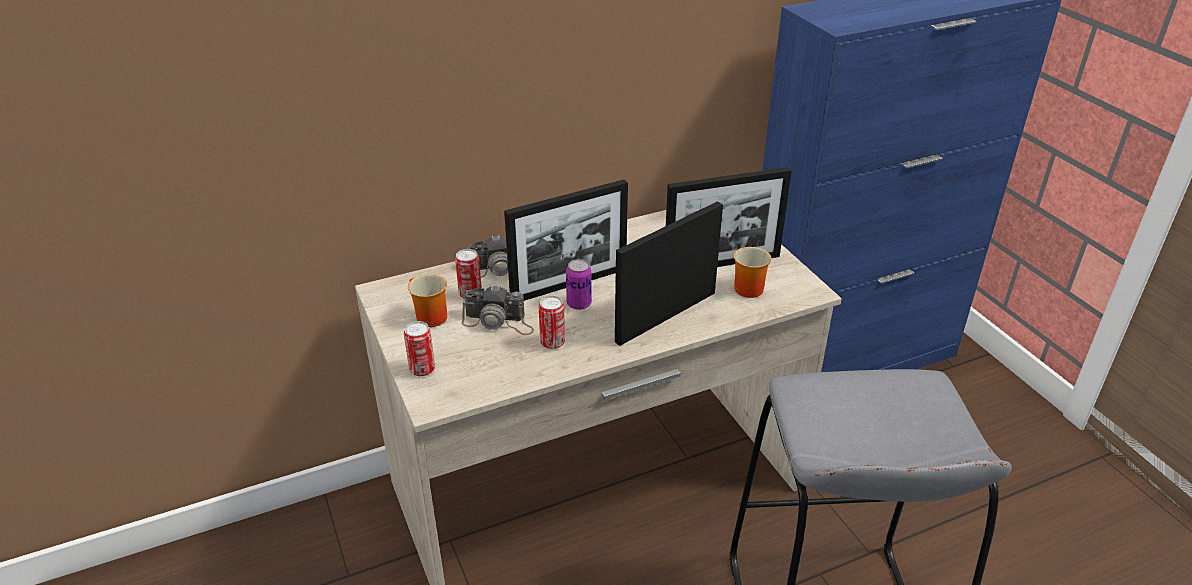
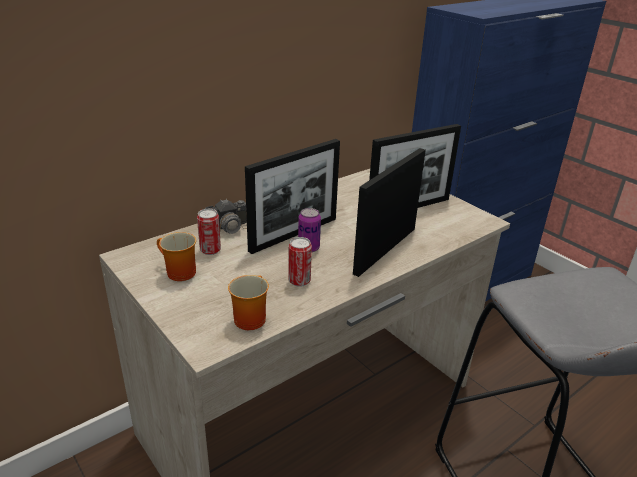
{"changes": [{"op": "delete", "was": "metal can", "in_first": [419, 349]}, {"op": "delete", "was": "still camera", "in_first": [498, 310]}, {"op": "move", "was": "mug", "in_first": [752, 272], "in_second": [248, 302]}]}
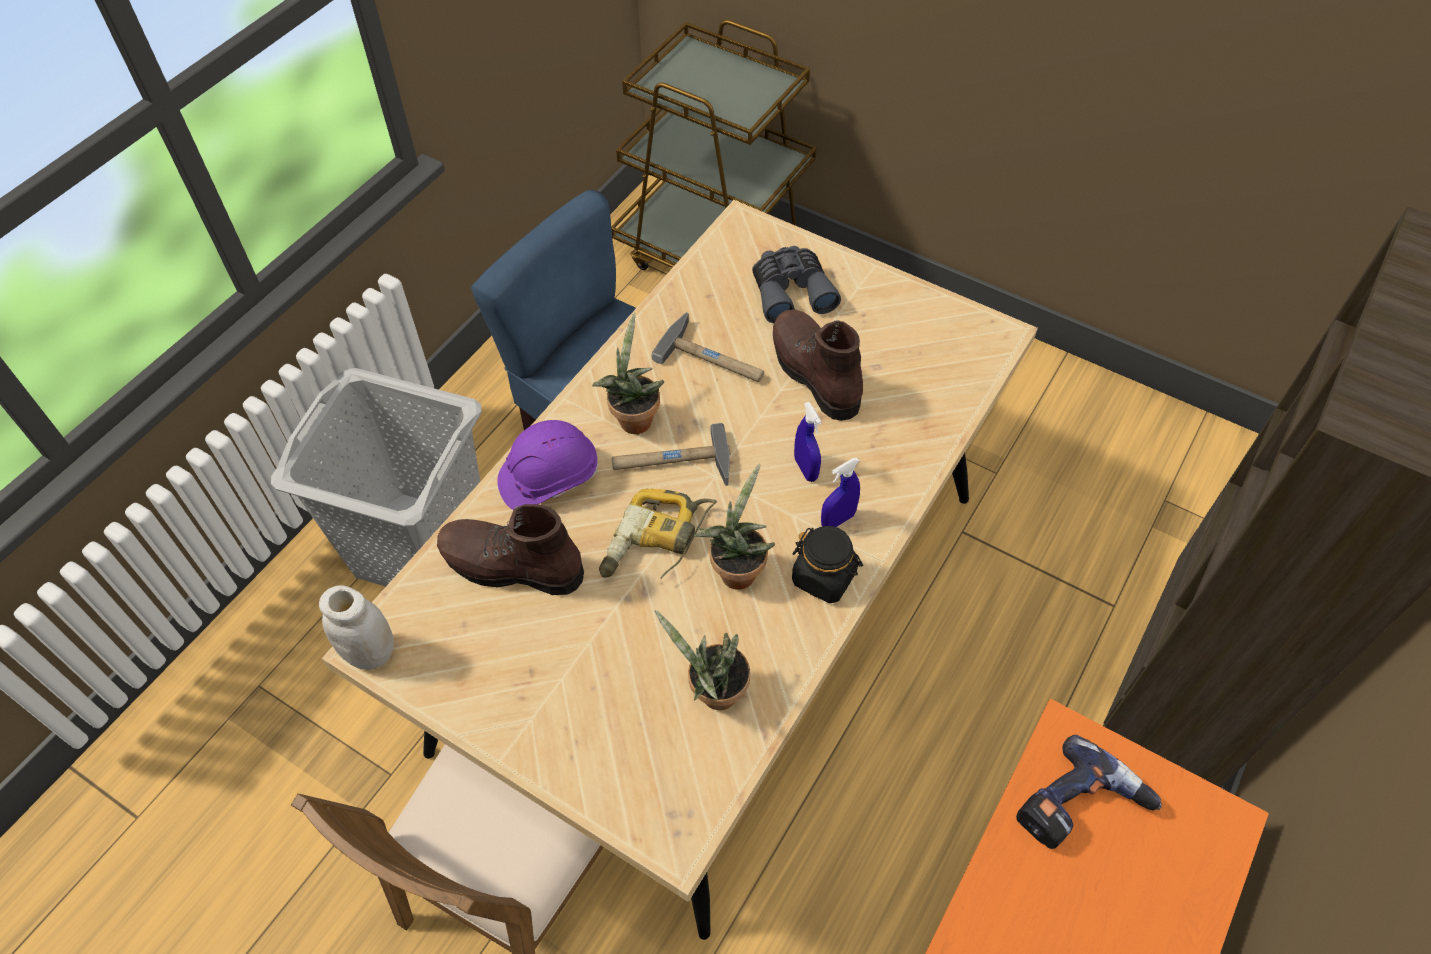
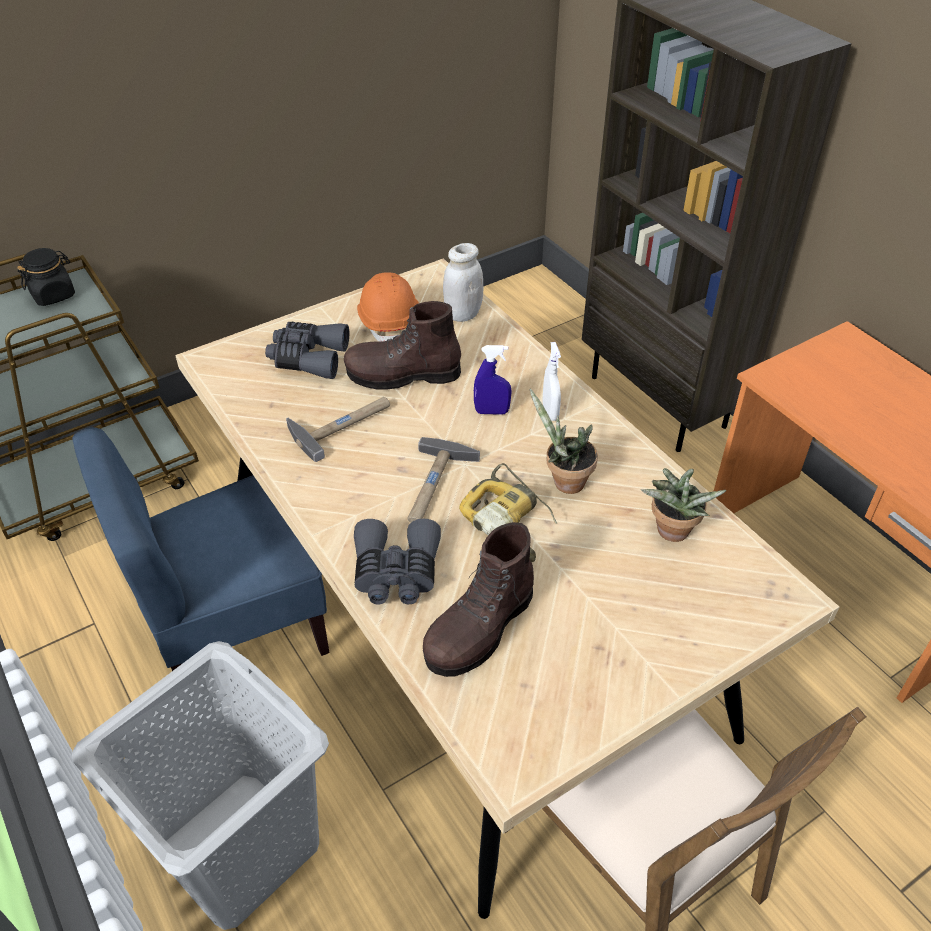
{"changes": [{"op": "delete", "was": "potted plant", "in_first": [628, 373]}, {"op": "delete", "was": "drill", "in_first": [1089, 792]}, {"op": "insert", "now": "orangey work helmet", "in_second": [388, 306]}, {"op": "move", "was": "white jar", "in_first": [356, 627], "in_second": [463, 282]}, {"op": "move", "was": "blackish jar", "in_first": [827, 564], "in_second": [46, 277]}, {"op": "replace", "was": "purple-coloured work helmet", "now": "greyish binoculars", "in_first": [547, 465], "in_second": [397, 561]}, {"op": "recolor", "was": "blue-coloured hand sprayer", "now": "white hand sprayer", "in_first": [840, 492], "in_second": [551, 381]}]}
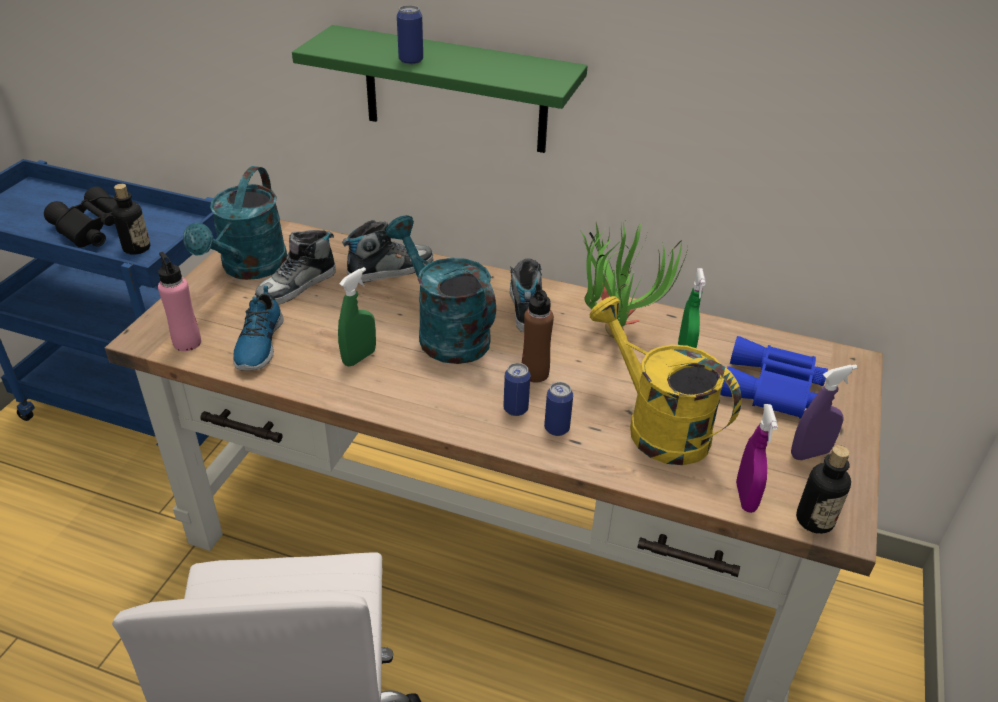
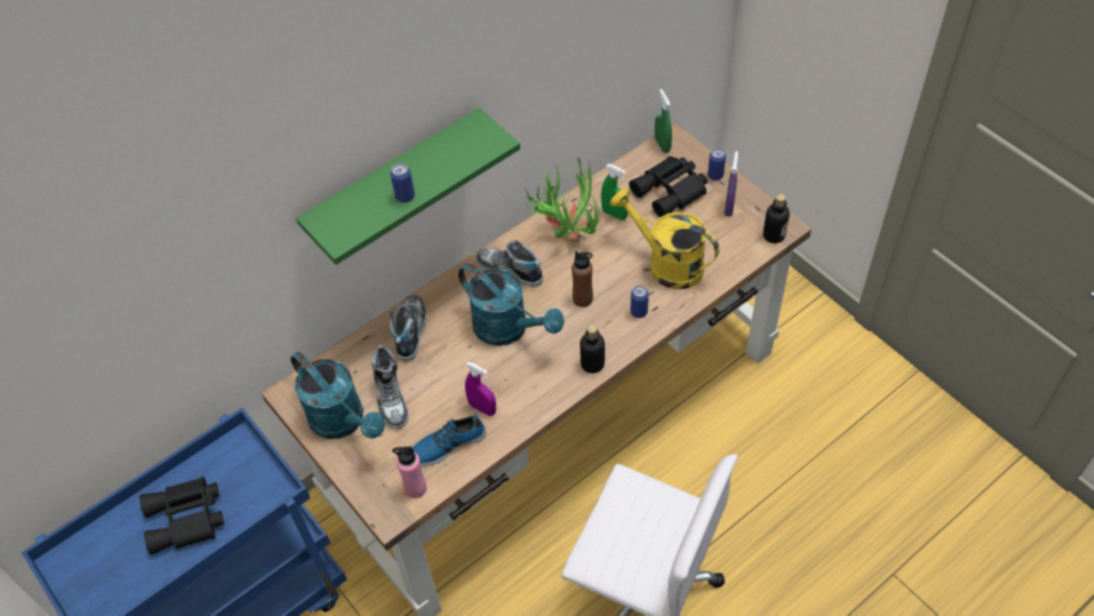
{"changes": [{"op": "move", "was": "drink bottle", "in_first": [131, 219], "in_second": [592, 349]}, {"op": "move", "was": "green-coloured hand sprayer", "in_first": [357, 317], "in_second": [663, 121]}, {"op": "move", "was": "metal can", "in_first": [516, 389], "in_second": [717, 164]}, {"op": "move", "was": "purple-coloured hand sprayer", "in_first": [757, 458], "in_second": [480, 389]}, {"op": "recolor", "was": "blue-coloured binoculars", "now": "blackish binoculars", "in_first": [774, 377], "in_second": [668, 187]}, {"op": "rotate", "was": "low shoe", "in_first": [258, 328], "in_second": [449, 440], "clockwise": 120}, {"op": "rotate", "was": "blue-green watering pot", "in_first": [441, 289], "in_second": [511, 304], "clockwise": -135}, {"op": "rotate", "was": "yellow watering pot", "in_first": [666, 380], "in_second": [664, 239], "clockwise": 45}]}
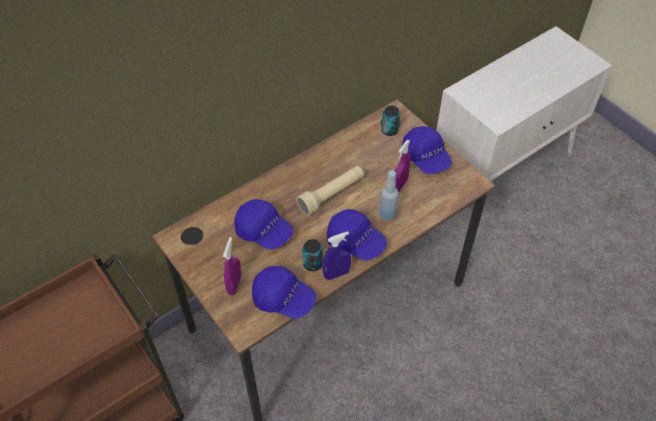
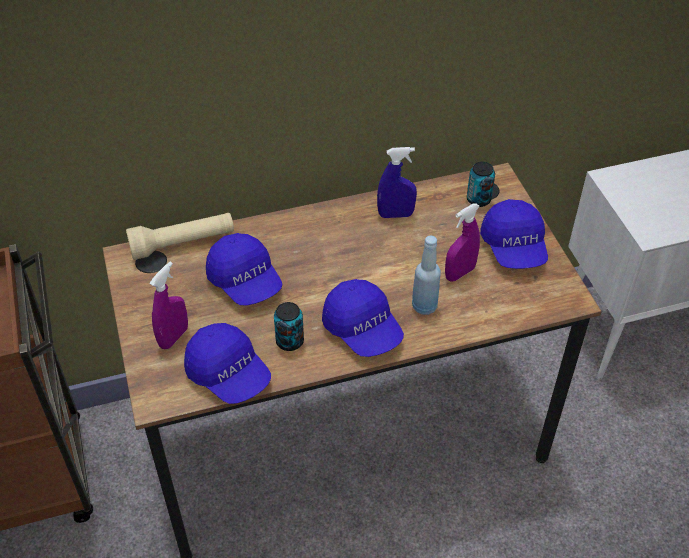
{"changes": [{"op": "move", "was": "sand-coloured flashlight", "in_first": [330, 191], "in_second": [180, 236]}, {"op": "move", "was": "blue-coloured hand sprayer", "in_first": [336, 255], "in_second": [397, 182]}]}
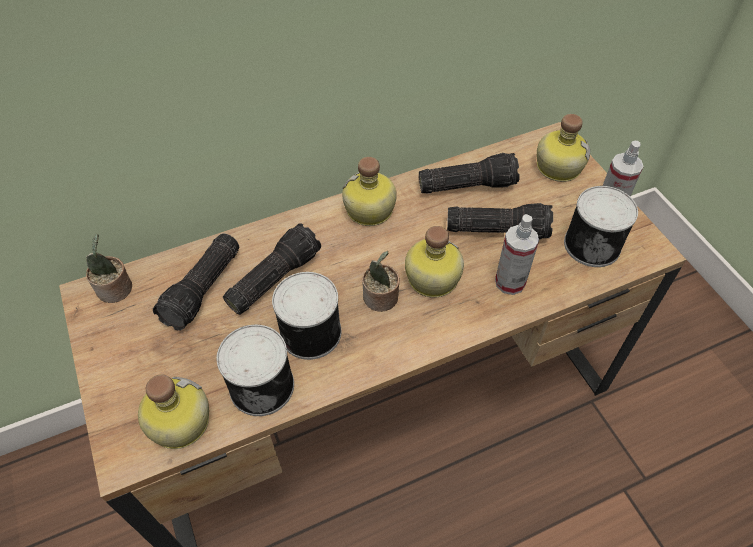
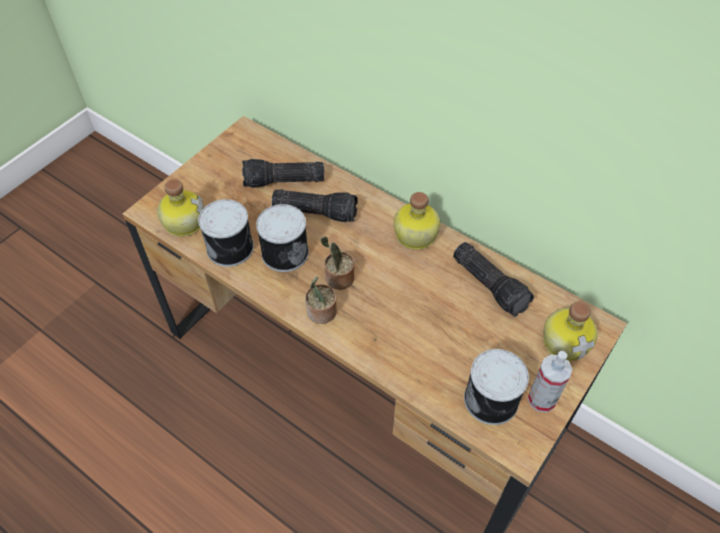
{"changes": [{"op": "delete", "was": "drink bottle", "in_first": [434, 262]}, {"op": "delete", "was": "flashlight", "in_first": [500, 221]}, {"op": "delete", "was": "hand sprayer", "in_first": [517, 254]}, {"op": "move", "was": "potted plant", "in_first": [109, 268], "in_second": [321, 300]}]}
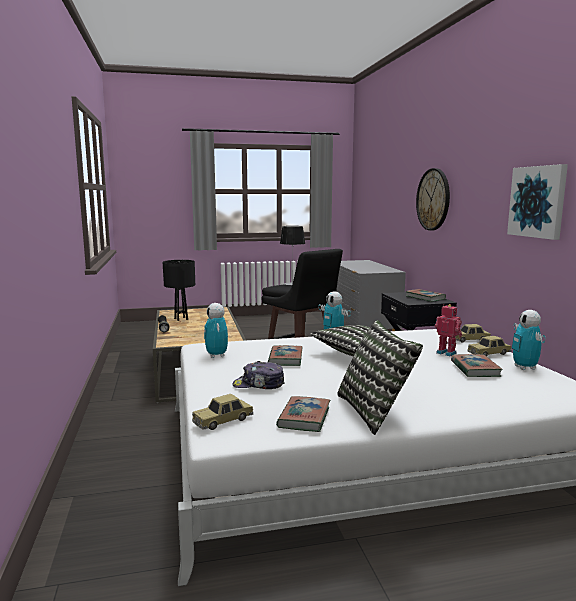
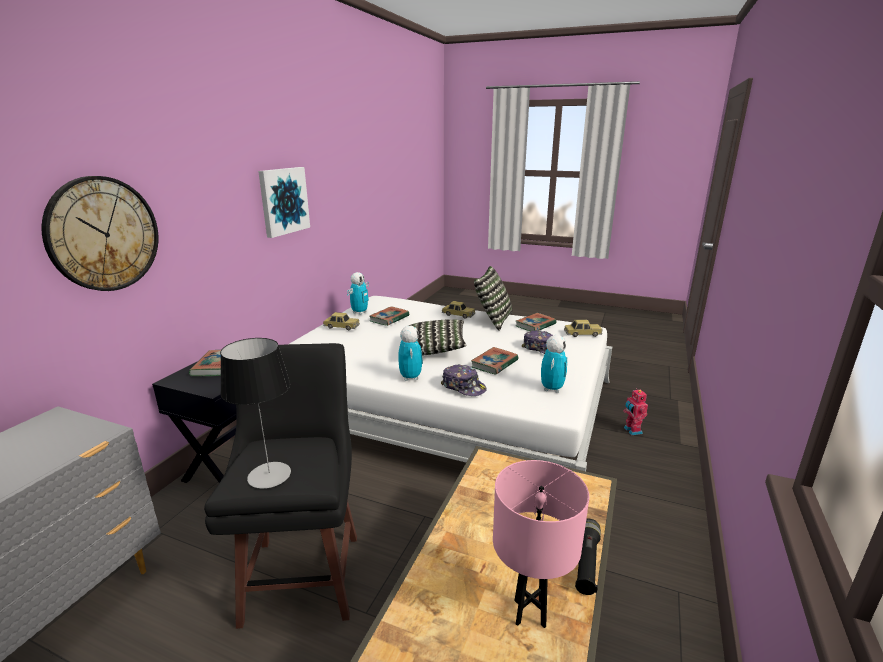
{"changes": [{"op": "insert", "now": "baseball cap", "in_second": [464, 380]}, {"op": "move", "was": "toy robot", "in_first": [448, 330], "in_second": [635, 411]}, {"op": "move", "was": "toy car", "in_first": [473, 333], "in_second": [458, 310]}, {"op": "recolor", "was": "blackish table lamp", "now": "pink table lamp", "in_first": [179, 290], "in_second": [541, 544]}]}
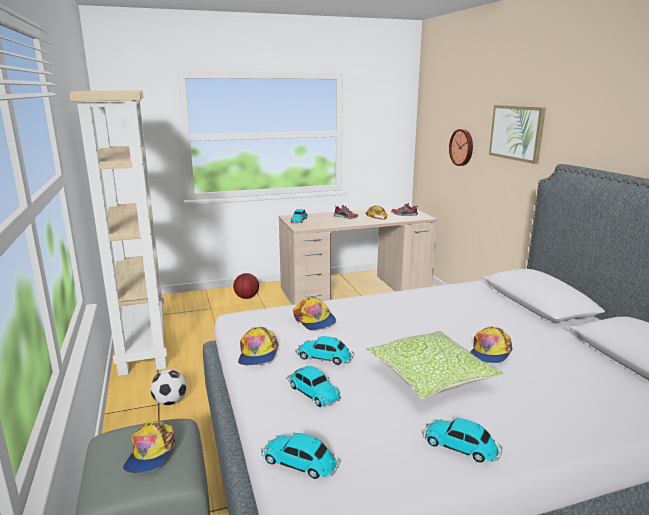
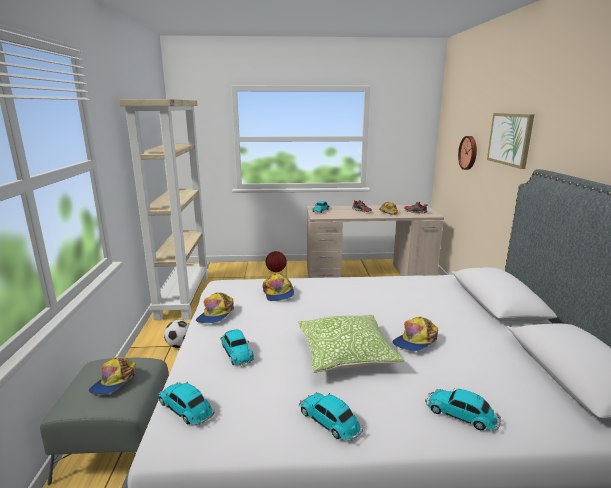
{"changes": [{"op": "move", "was": "toy car", "in_first": [325, 350], "in_second": [463, 410]}]}
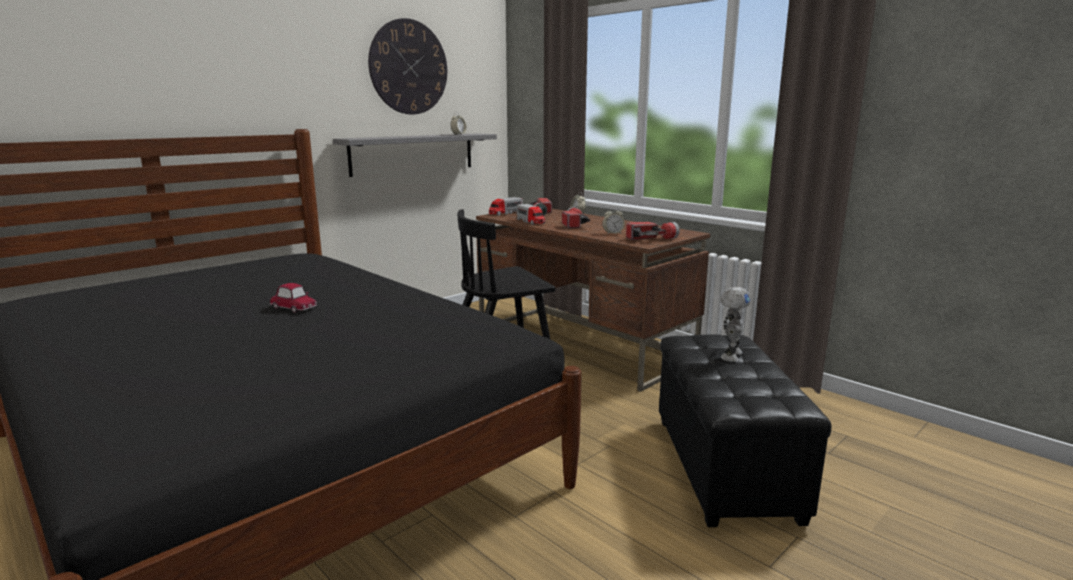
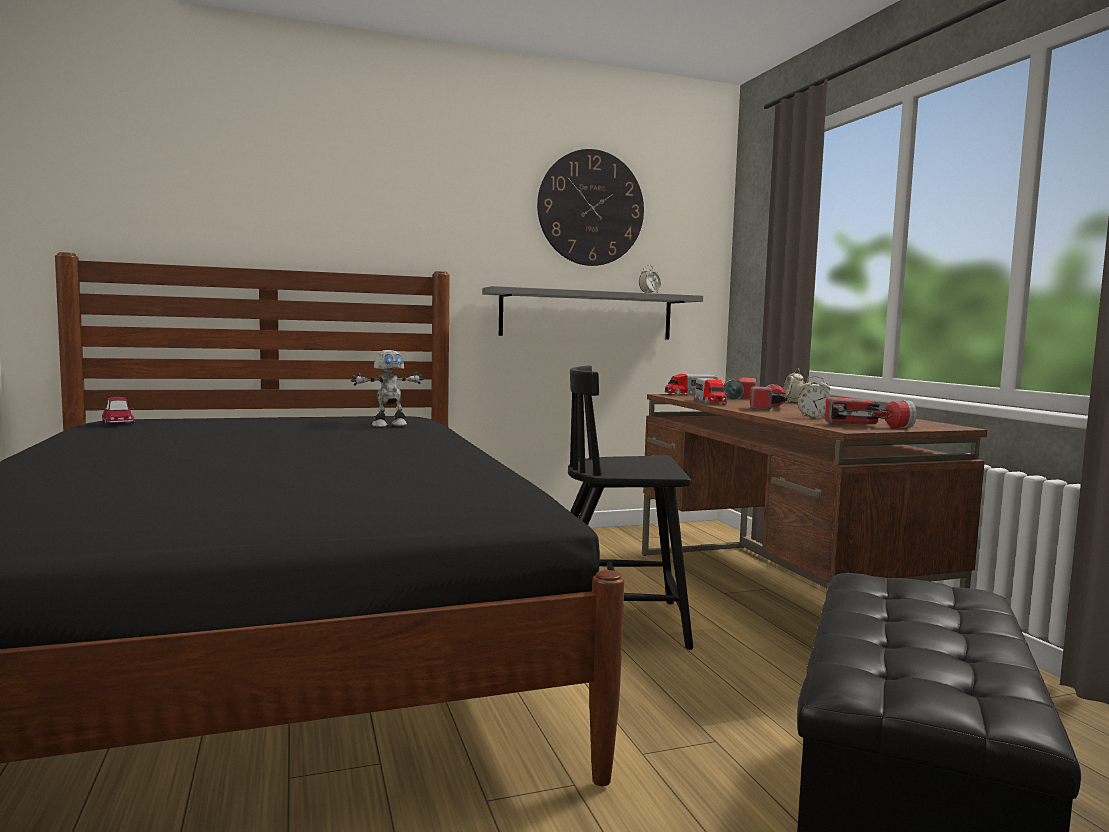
{"changes": [{"op": "move", "was": "toy car", "in_first": [293, 298], "in_second": [118, 411]}, {"op": "move", "was": "toy robot", "in_first": [735, 324], "in_second": [387, 388]}]}
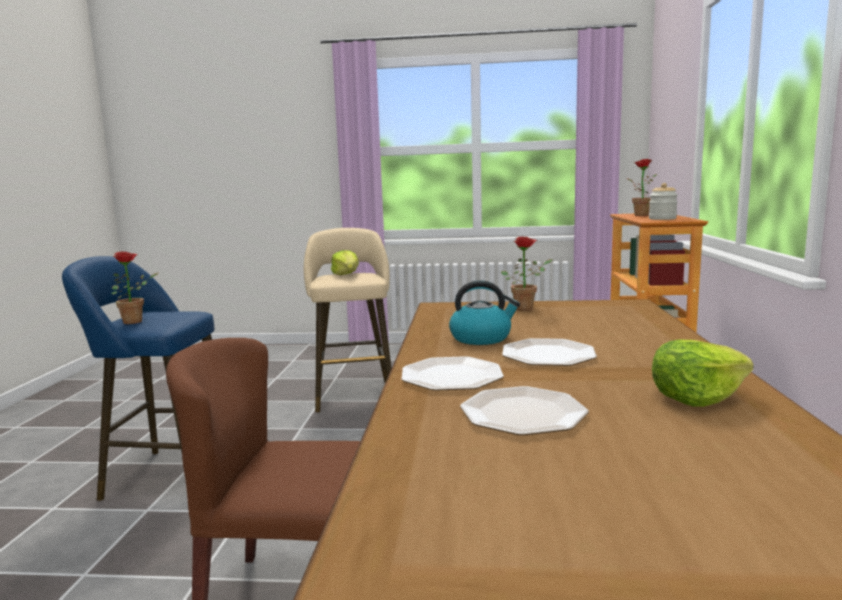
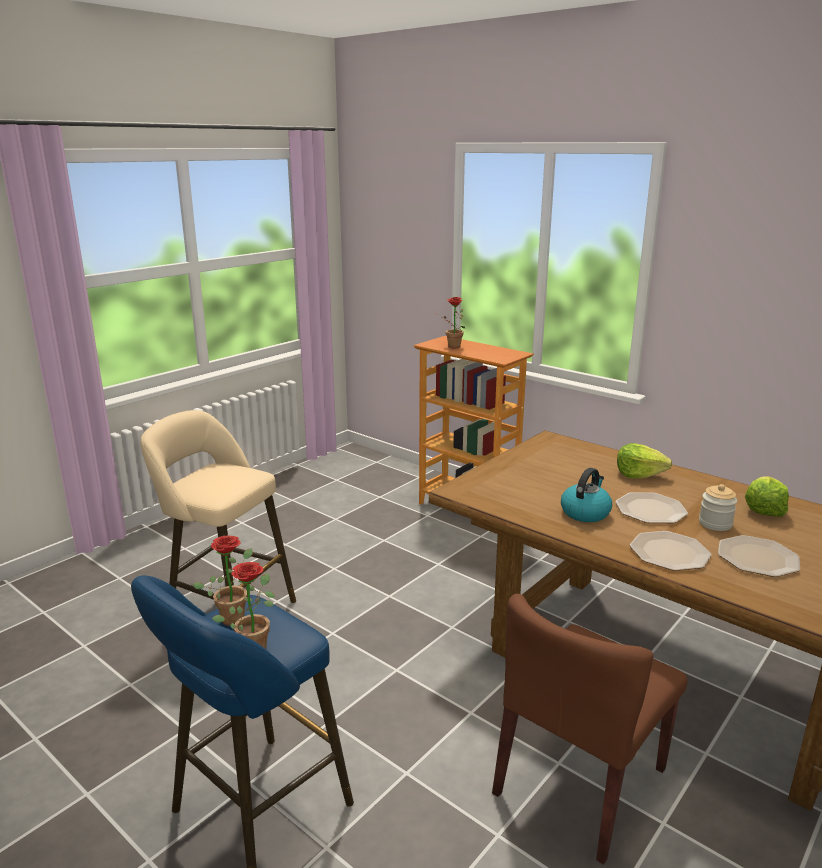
{"changes": [{"op": "move", "was": "lettuce", "in_first": [345, 262], "in_second": [644, 460]}, {"op": "move", "was": "potted plant", "in_first": [527, 273], "in_second": [222, 581]}, {"op": "move", "was": "jar", "in_first": [663, 201], "in_second": [718, 507]}]}
